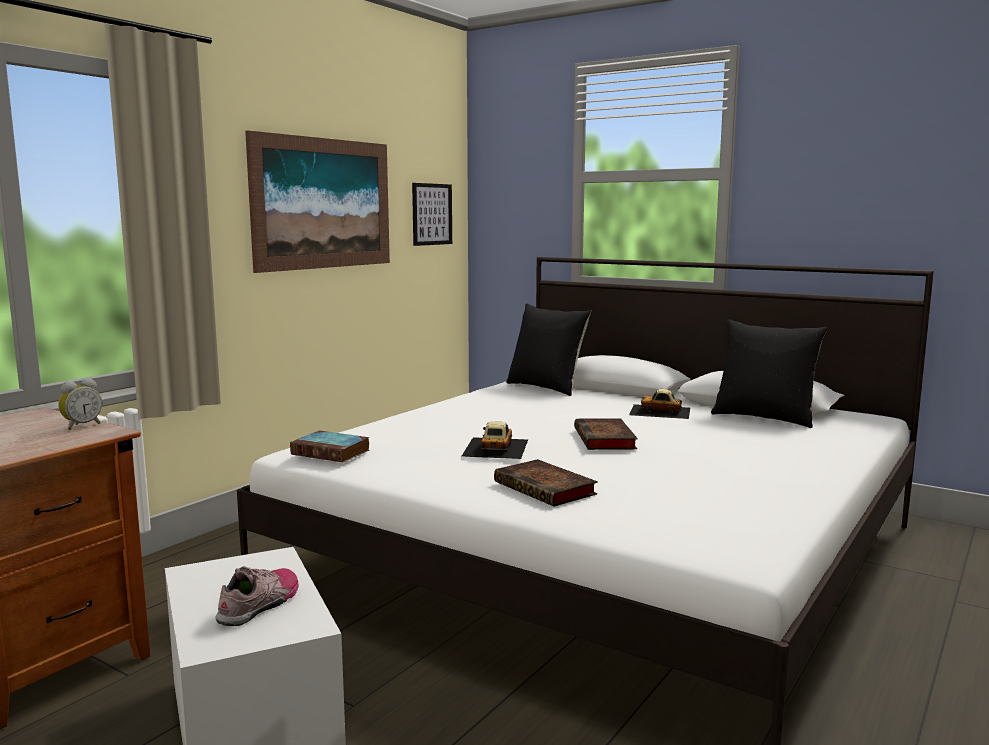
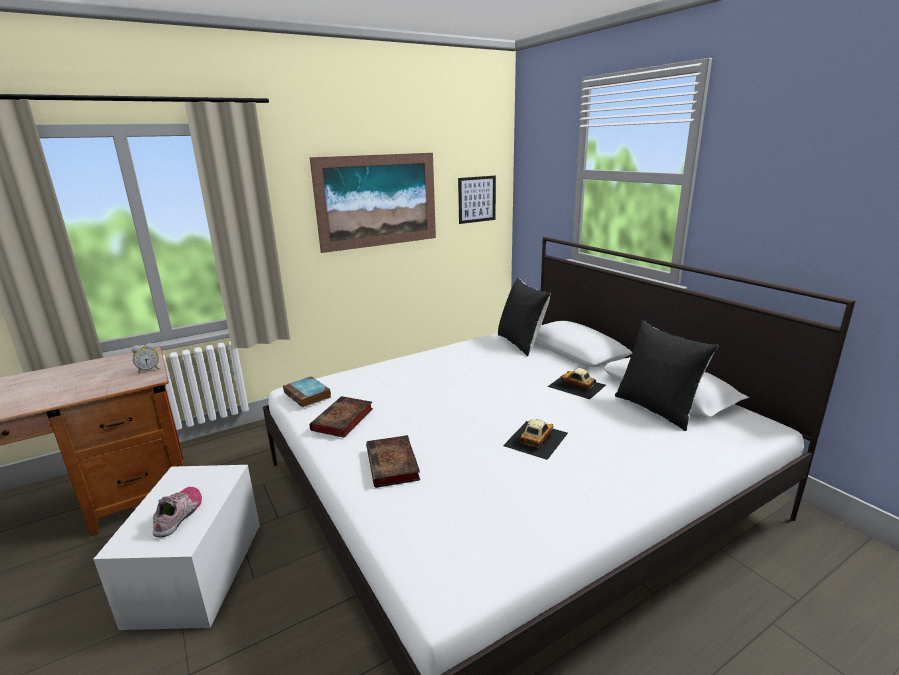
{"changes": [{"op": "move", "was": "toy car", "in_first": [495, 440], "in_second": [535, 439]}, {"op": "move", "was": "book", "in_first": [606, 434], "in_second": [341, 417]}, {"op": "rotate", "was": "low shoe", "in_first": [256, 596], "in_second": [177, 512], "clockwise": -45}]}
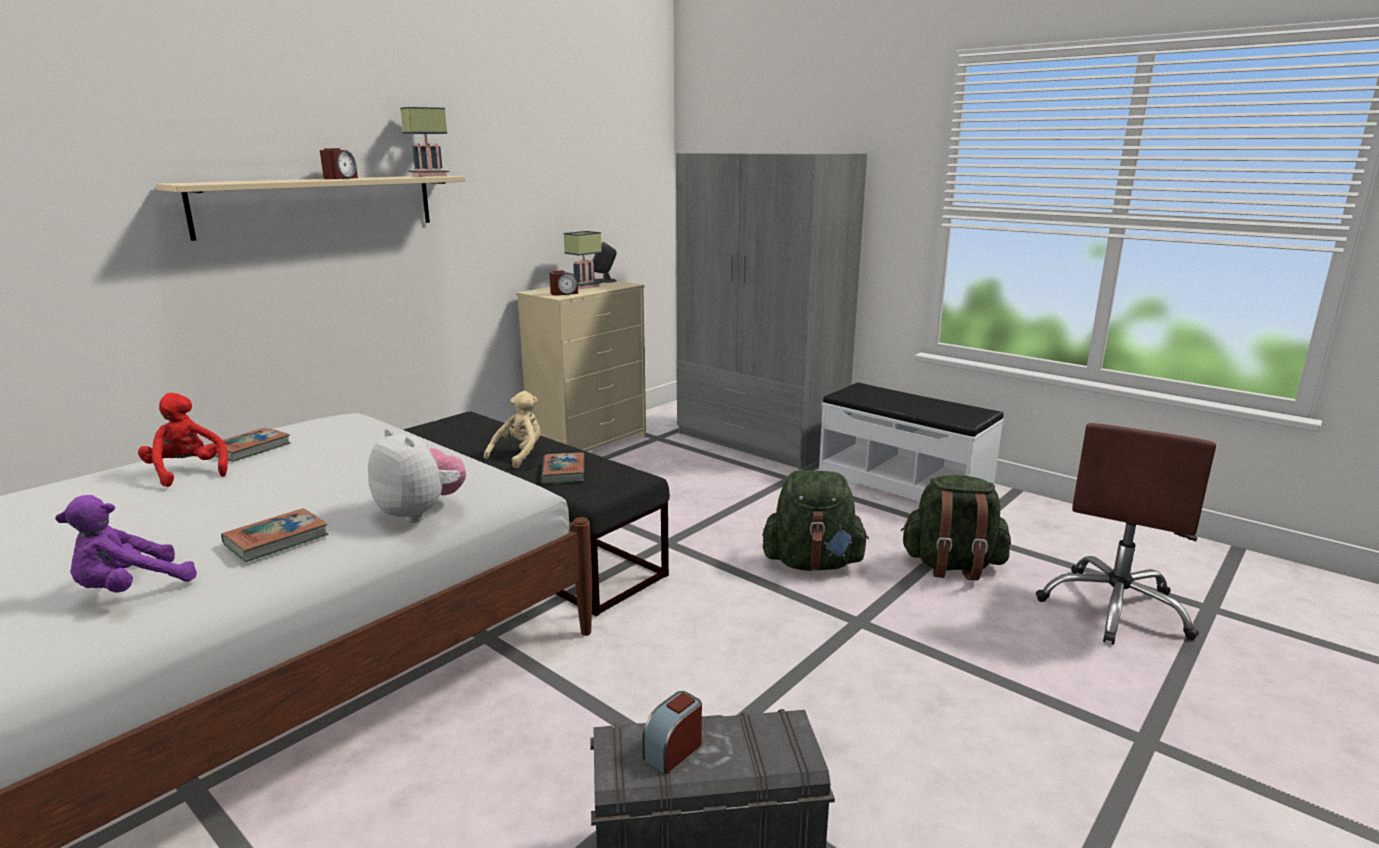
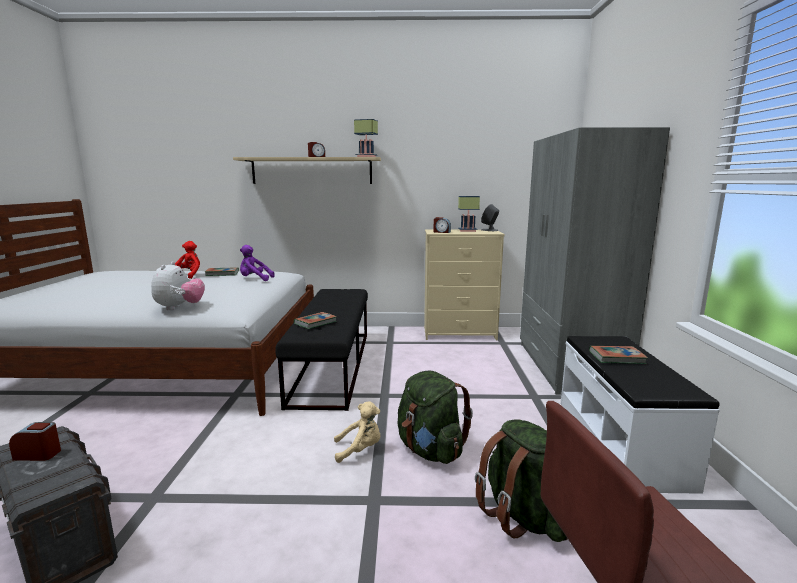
{"changes": [{"op": "move", "was": "purple-coloured cuddly toy", "in_first": [126, 544], "in_second": [257, 263]}, {"op": "move", "was": "book", "in_first": [275, 535], "in_second": [618, 355]}, {"op": "move", "was": "sand-coloured cuddly toy", "in_first": [512, 429], "in_second": [357, 432]}]}
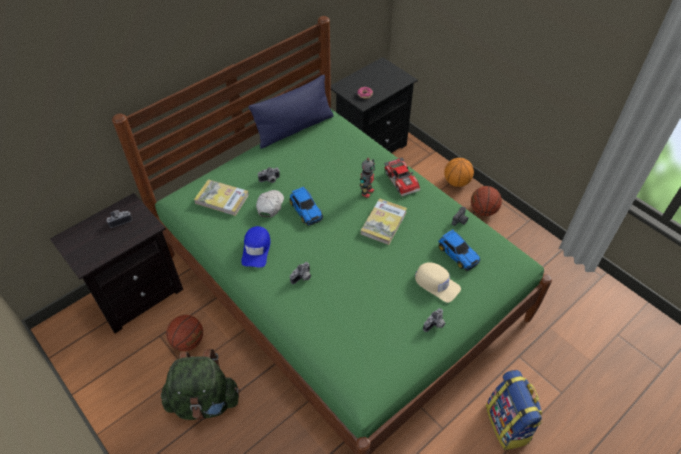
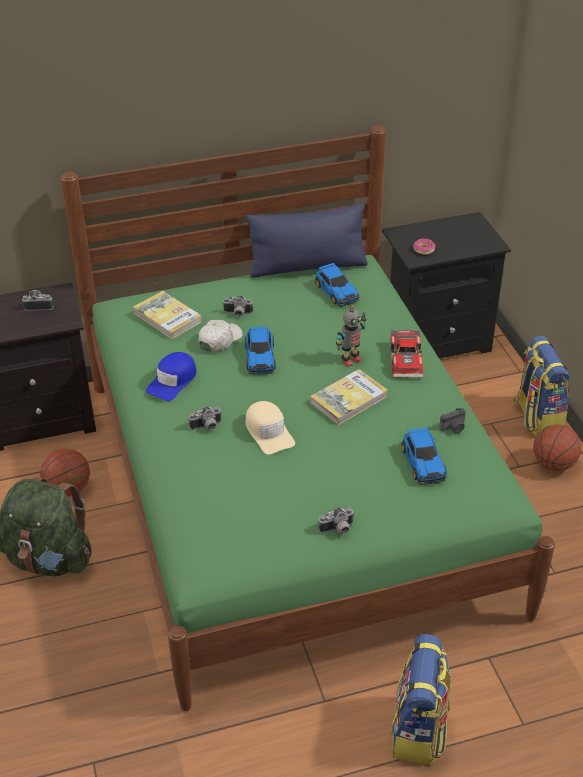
{"changes": [{"op": "insert", "now": "toy car", "in_second": [337, 285]}, {"op": "move", "was": "sand-coloured baseball cap", "in_first": [438, 282], "in_second": [270, 427]}, {"op": "replace", "was": "basketball ball", "now": "backpack", "in_first": [459, 172], "in_second": [541, 386]}]}
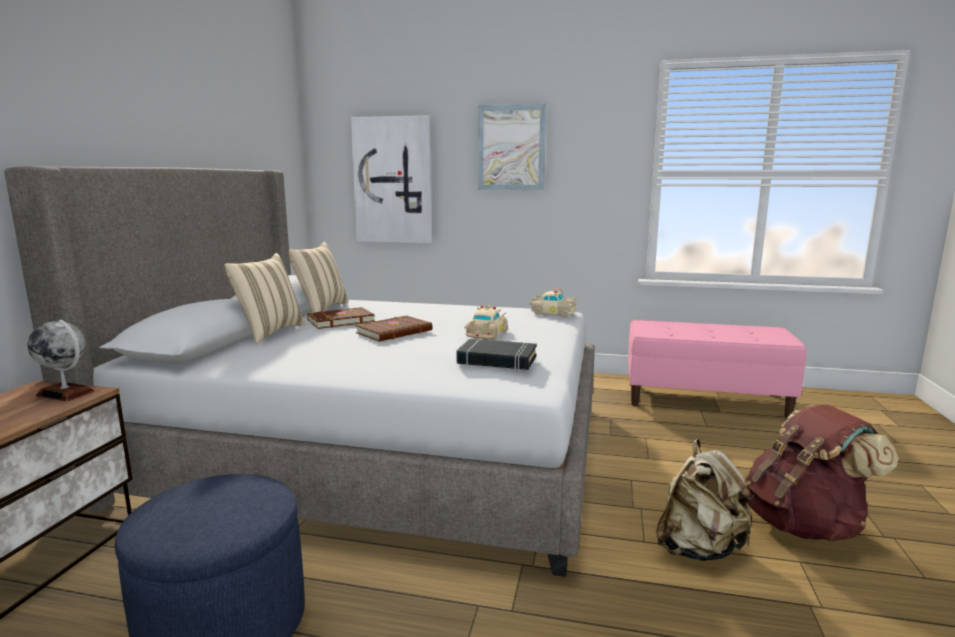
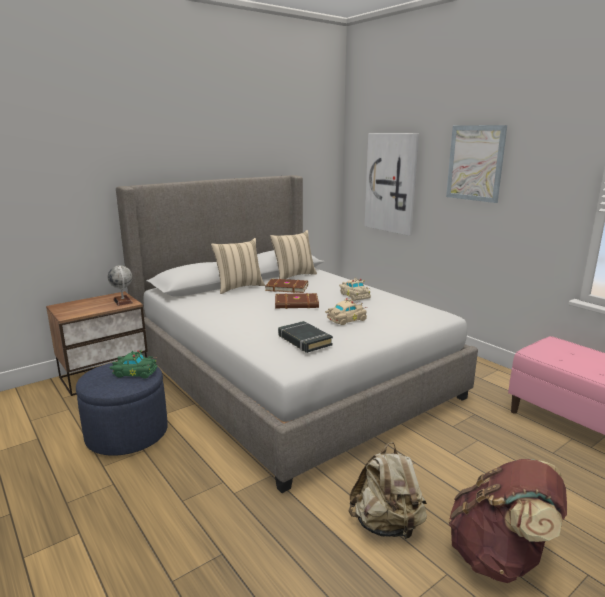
{"changes": [{"op": "insert", "now": "green-coloured toy car", "in_second": [133, 364]}, {"op": "move", "was": "sand-coloured toy car", "in_first": [553, 302], "in_second": [355, 289]}]}
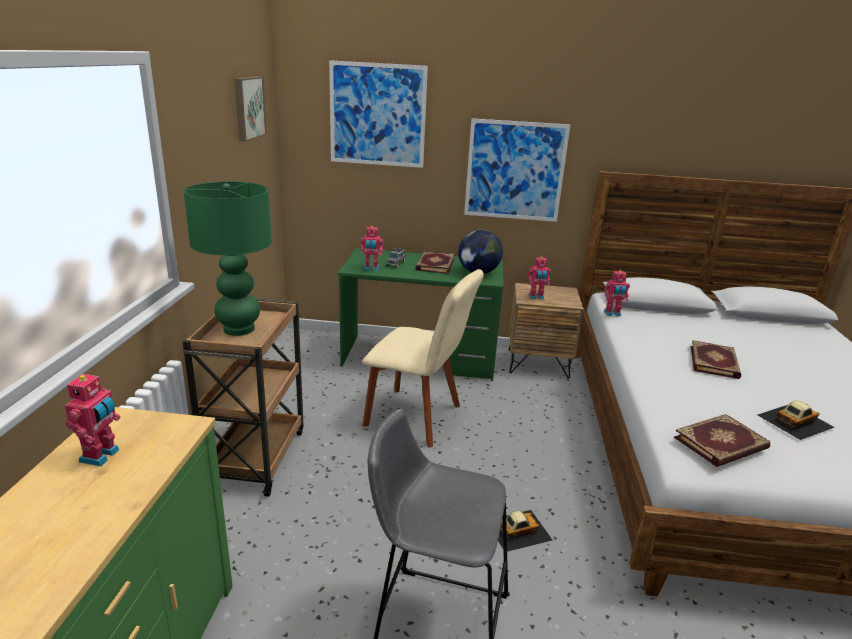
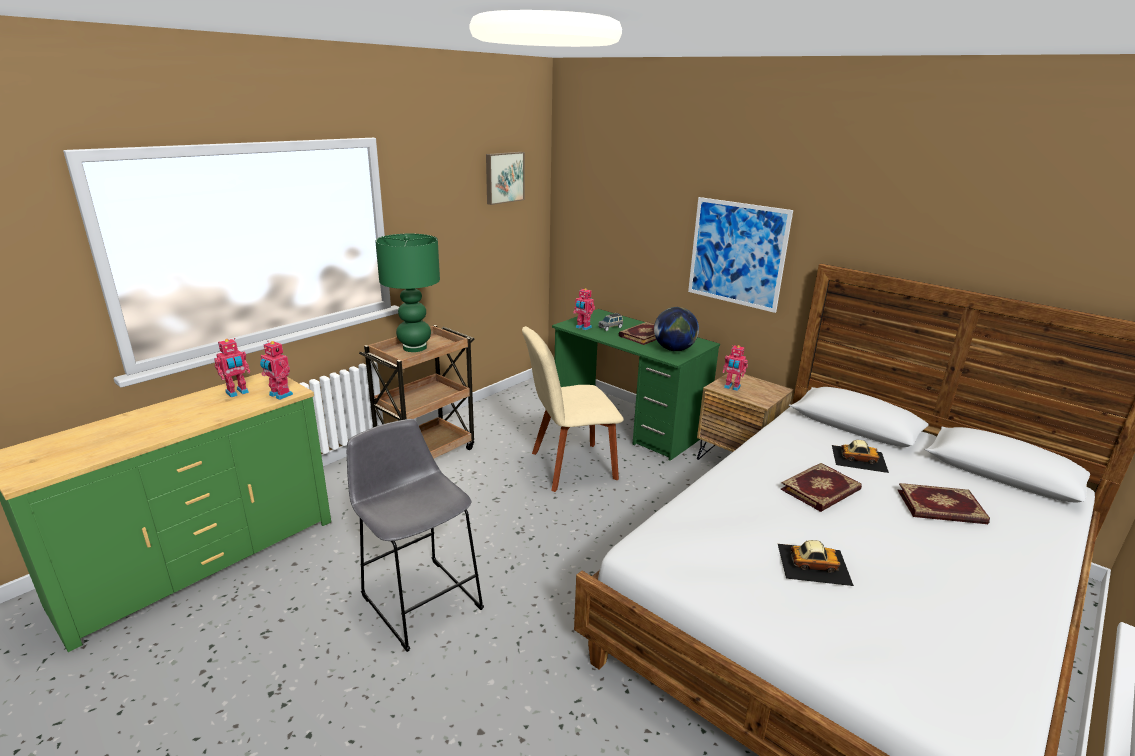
{"changes": [{"op": "delete", "was": "wall picture", "in_first": [378, 114]}, {"op": "move", "was": "toy car", "in_first": [525, 531], "in_second": [860, 456]}, {"op": "move", "was": "toy robot", "in_first": [617, 293], "in_second": [276, 370]}, {"op": "move", "was": "book", "in_first": [722, 440], "in_second": [944, 503]}, {"op": "rotate", "was": "sand-coloured plain chair", "in_first": [423, 358], "in_second": [573, 409], "clockwise": 105}]}
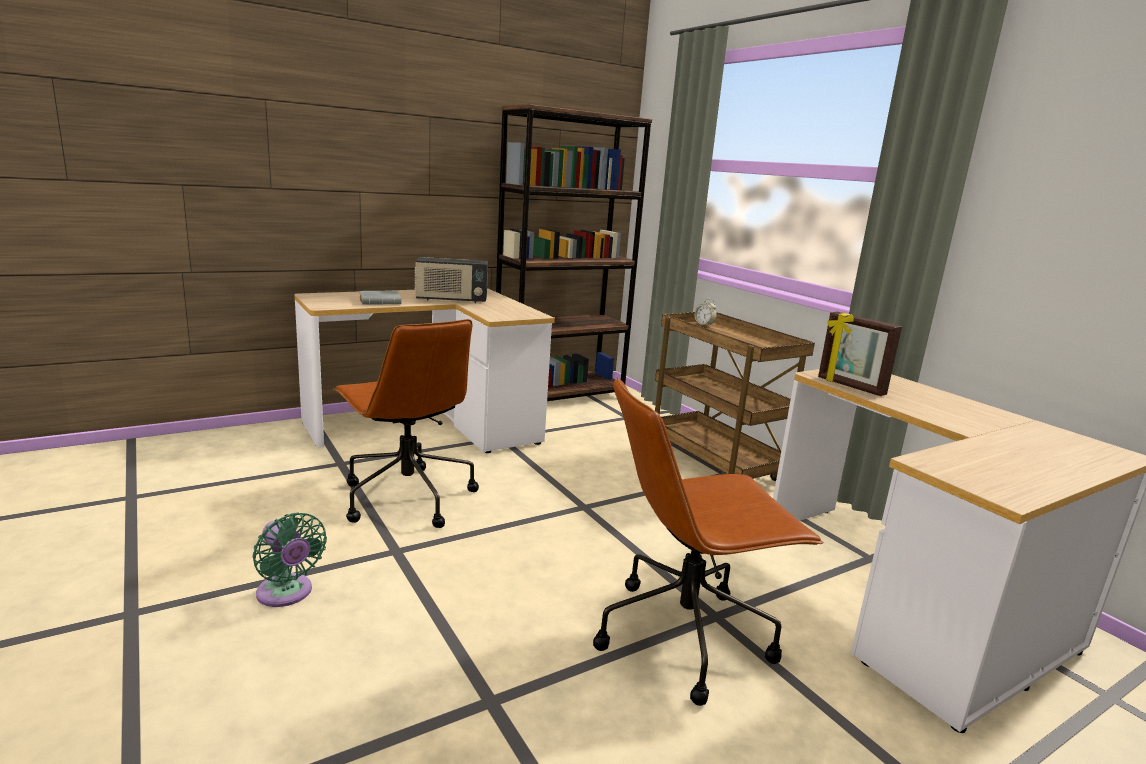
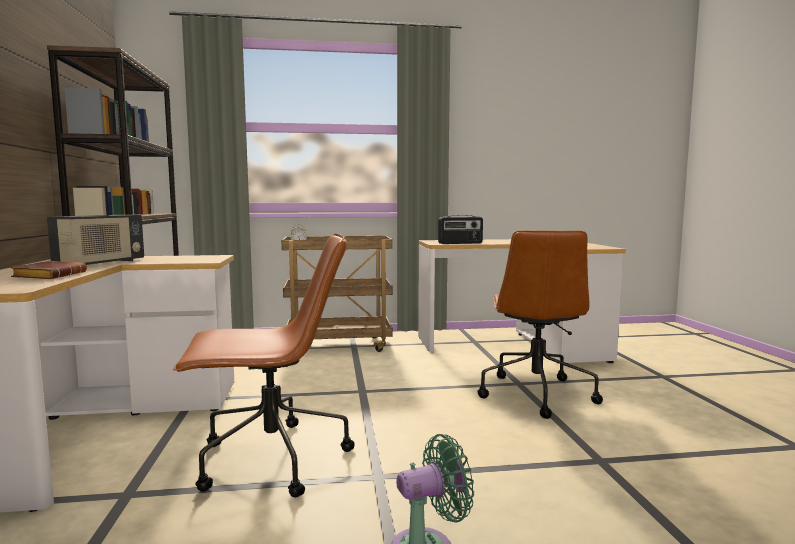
{"changes": [{"op": "replace", "was": "standing frame", "now": "radio receiver", "in_first": [860, 354], "in_second": [460, 229]}, {"op": "recolor", "was": "greyish book", "now": "brown book", "in_first": [380, 298], "in_second": [49, 270]}]}
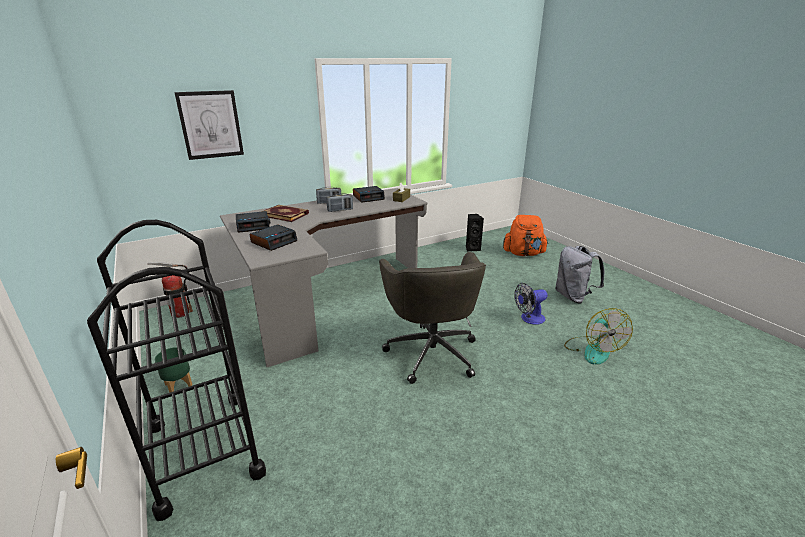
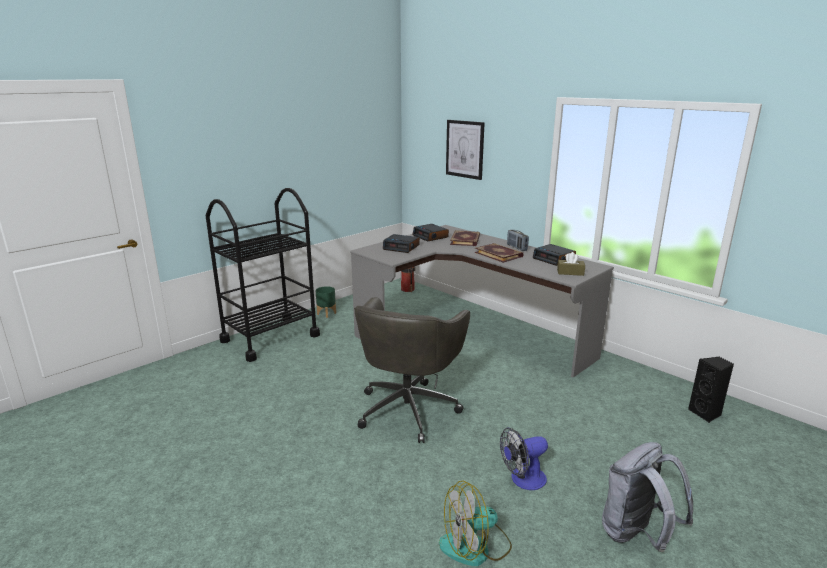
{"changes": [{"op": "delete", "was": "orangey backpack", "in_first": [525, 235]}, {"op": "replace", "was": "radio receiver", "now": "book", "in_first": [339, 202], "in_second": [499, 253]}, {"op": "rotate", "was": "greyish computer chair", "in_first": [432, 318], "in_second": [412, 370], "clockwise": -45}, {"op": "rotate", "was": "cooling fan", "in_first": [531, 304], "in_second": [524, 458], "clockwise": -75}]}
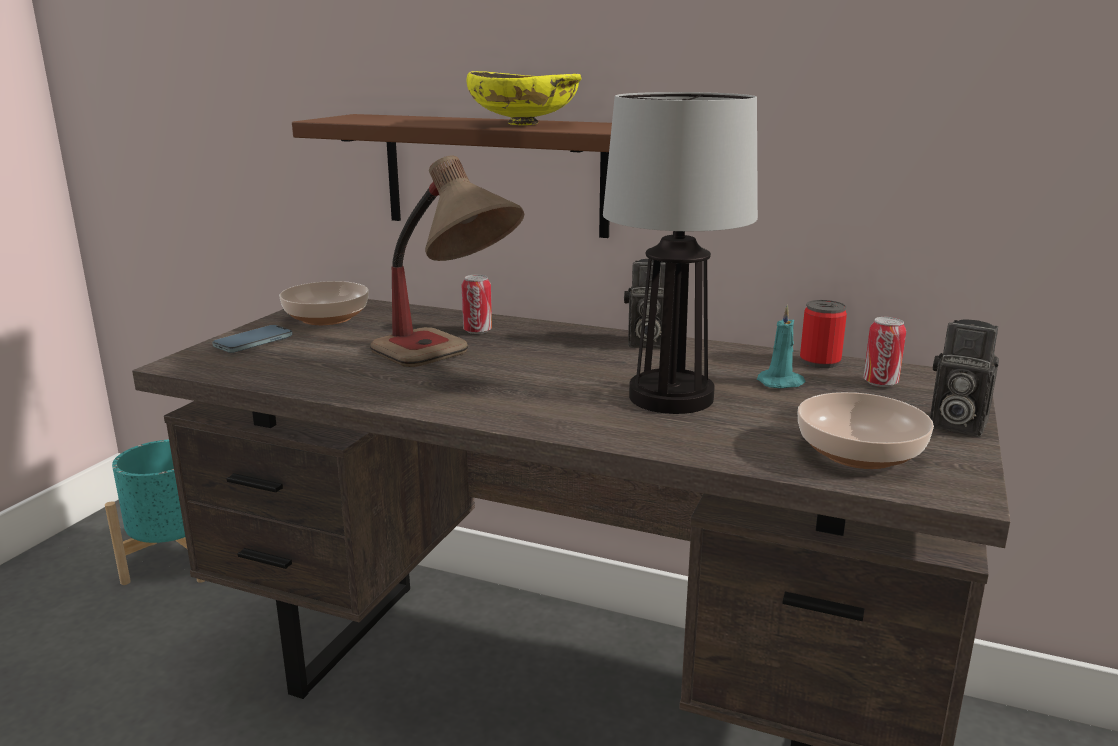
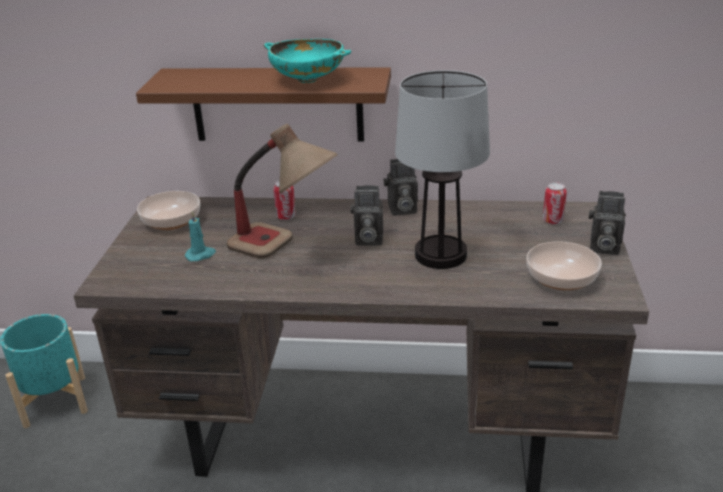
{"changes": [{"op": "delete", "was": "phone", "in_first": [252, 339]}, {"op": "delete", "was": "metal can", "in_first": [823, 334]}, {"op": "insert", "now": "still camera", "in_second": [366, 215]}, {"op": "move", "was": "blue-green wax candle", "in_first": [781, 346], "in_second": [200, 236]}, {"op": "recolor", "was": "yellow deep dish", "now": "blue-green deep dish", "in_first": [523, 98], "in_second": [307, 61]}]}
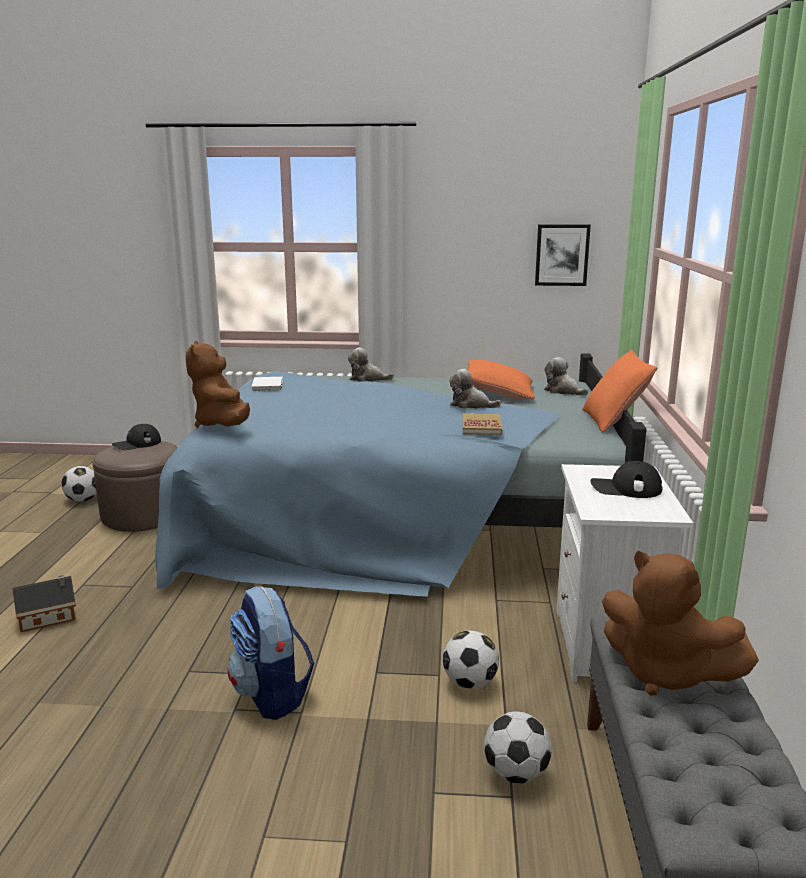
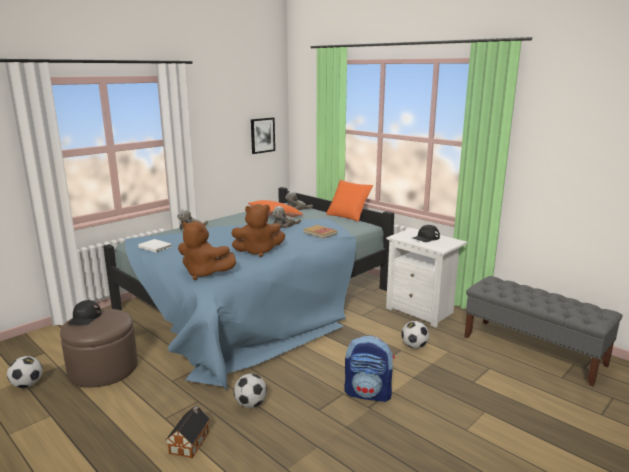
{"changes": [{"op": "move", "was": "football ball", "in_first": [518, 747], "in_second": [250, 391]}, {"op": "move", "was": "brown cuddly toy", "in_first": [680, 623], "in_second": [258, 230]}]}
